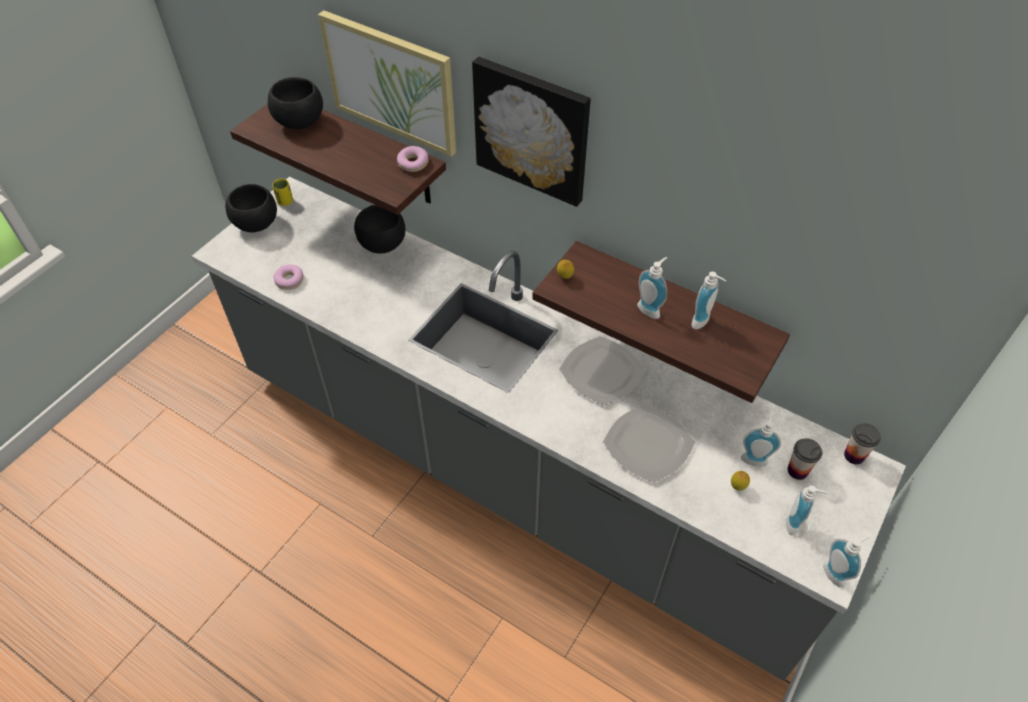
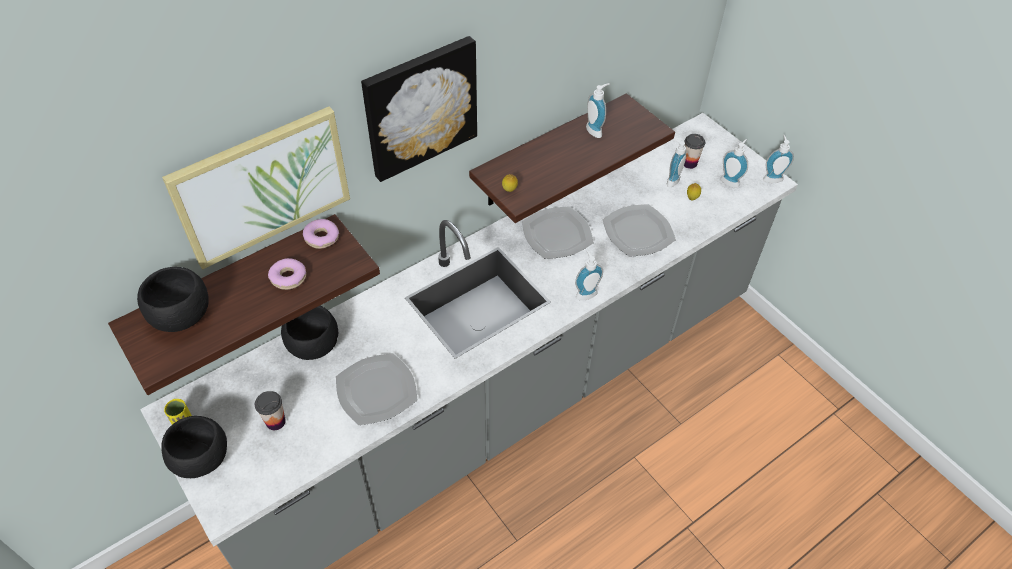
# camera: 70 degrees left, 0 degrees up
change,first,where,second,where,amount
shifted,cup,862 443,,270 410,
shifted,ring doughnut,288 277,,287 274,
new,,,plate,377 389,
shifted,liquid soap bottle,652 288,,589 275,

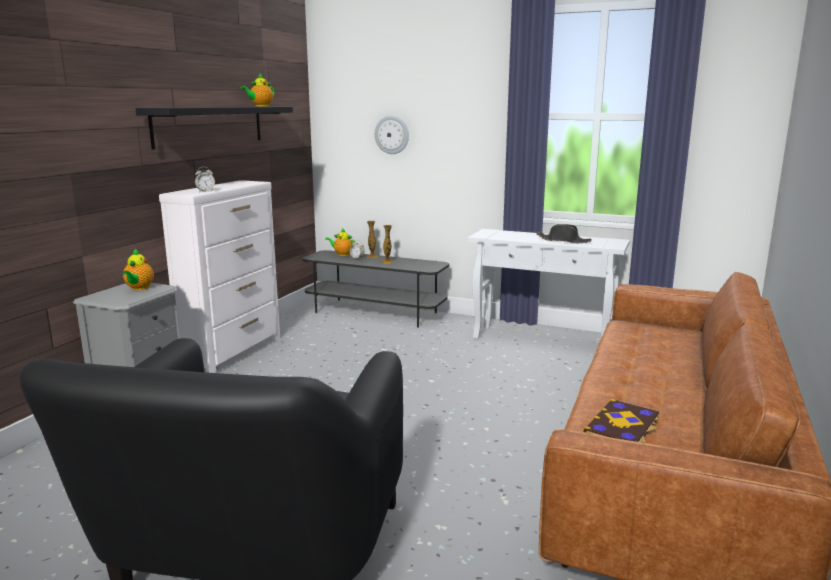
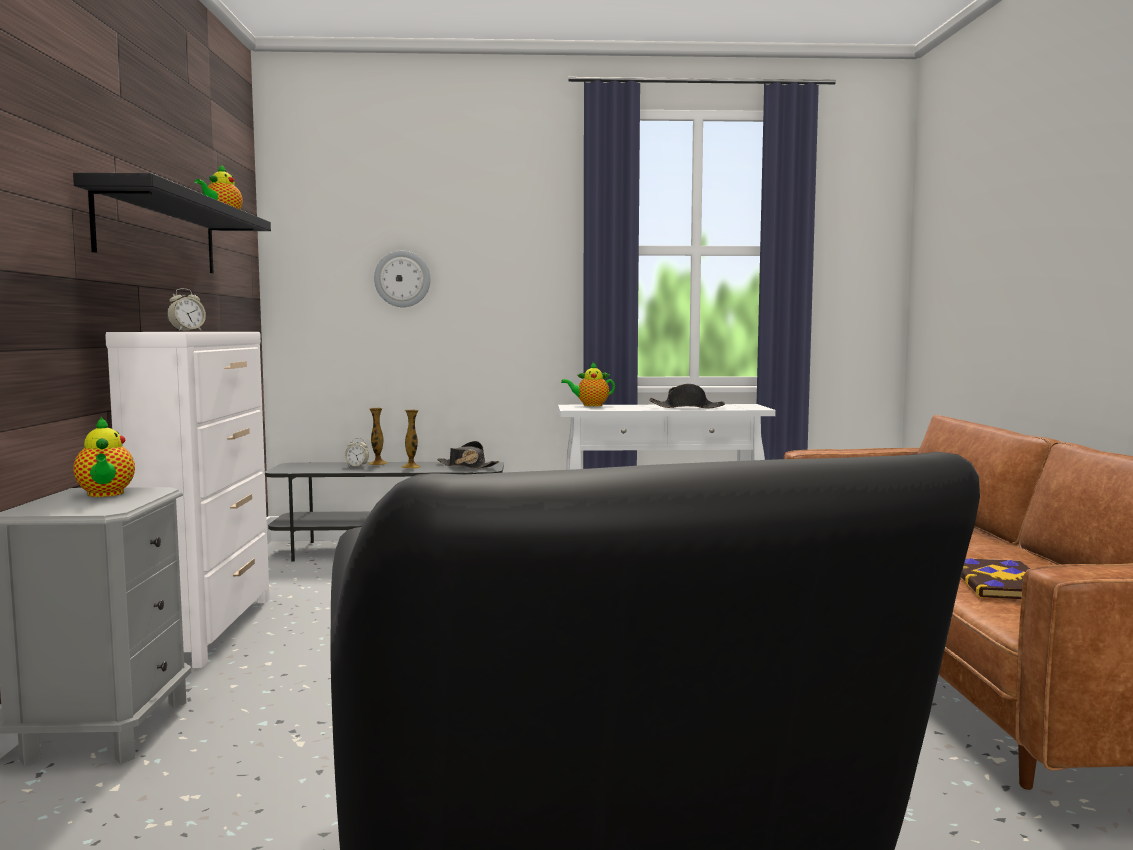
# camera: 25 degrees left, 10 degrees down
change,first,where,second,where,amount
new,,,black clothing hat,468 455,
shifted,pot for tea,340 242,,588 384,

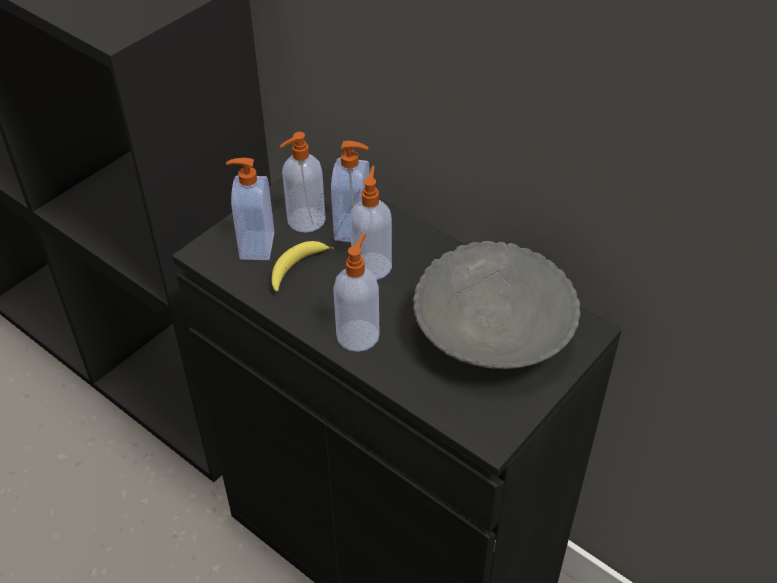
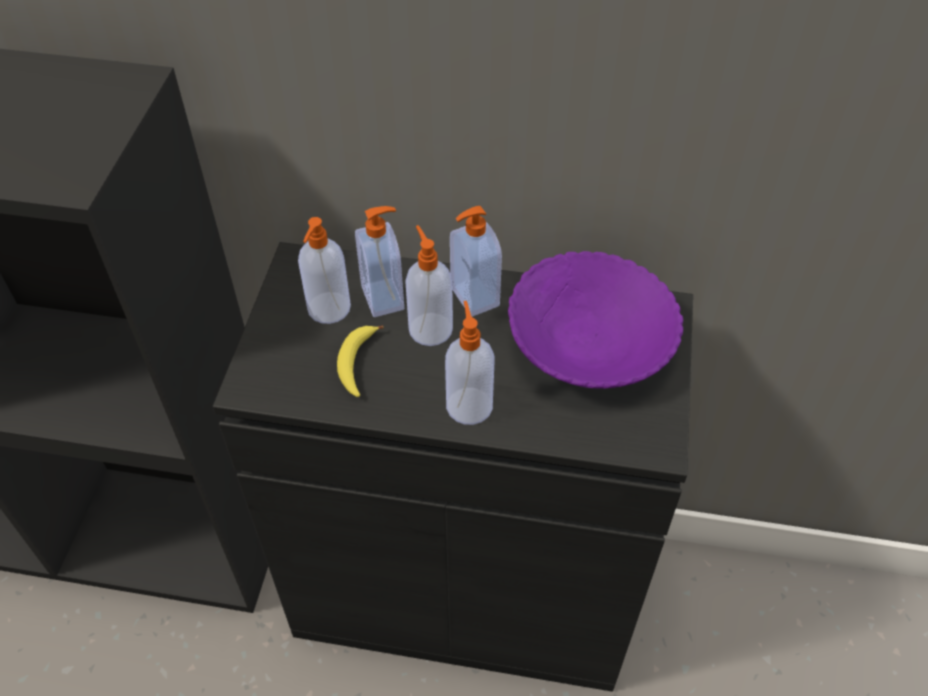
# camera: 30 degrees left, 5 degrees up
change,first,where,second,where,amount
shifted,liquid soap bottle,250 209,,476 261,
repainted,greyish serving bowl,497 305,purplish serving bowl,595 320,

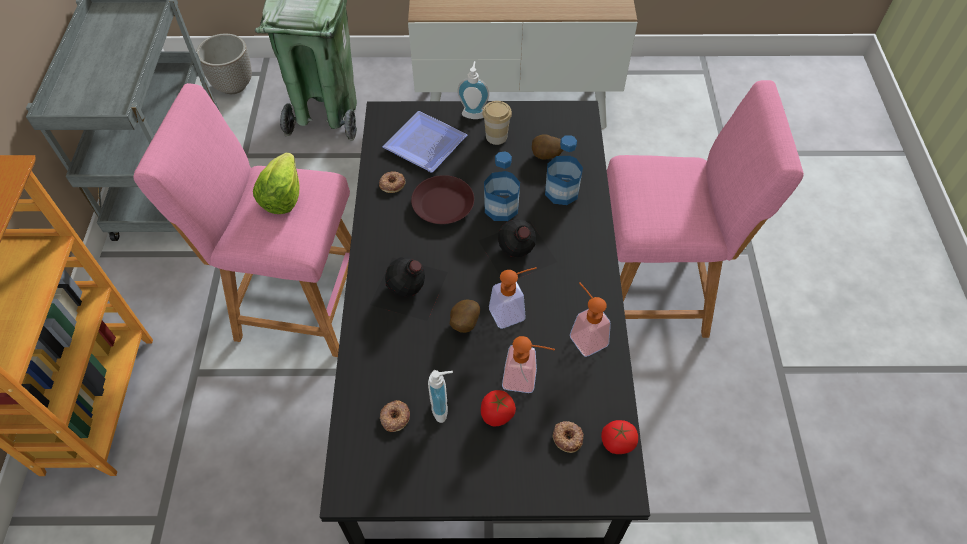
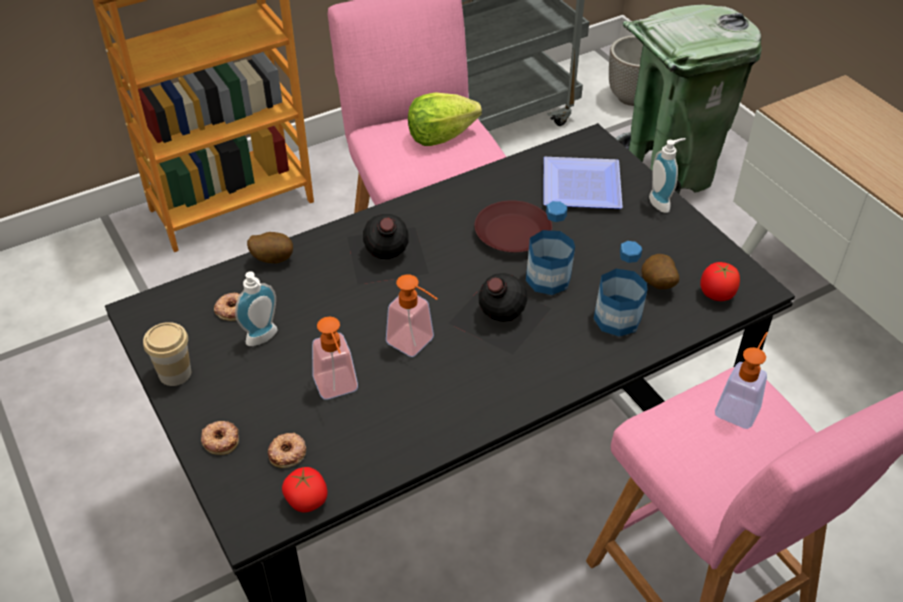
# camera: 60 degrees right, 10 degrees down
change,first,where,second,where,amount
shifted,cup,497 123,,167 354,
shifted,ring doughnut,392 182,,220 438,
shifted,whole potato,465 316,,270 247,
shifted,fresh tomato,498 408,,720 281,
shifted,liquid soap bottle,590 319,,741 380,

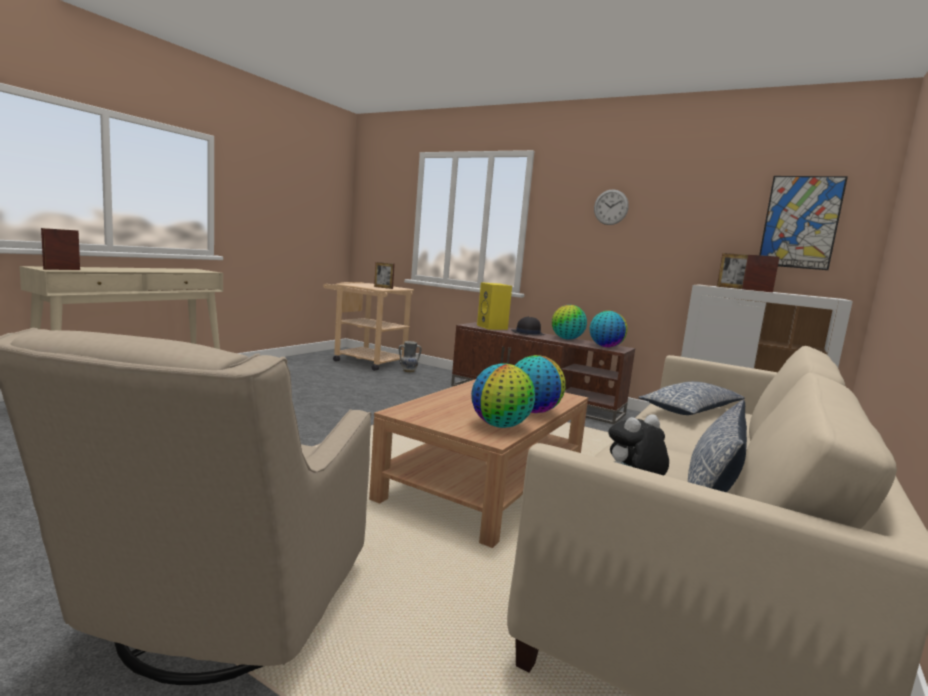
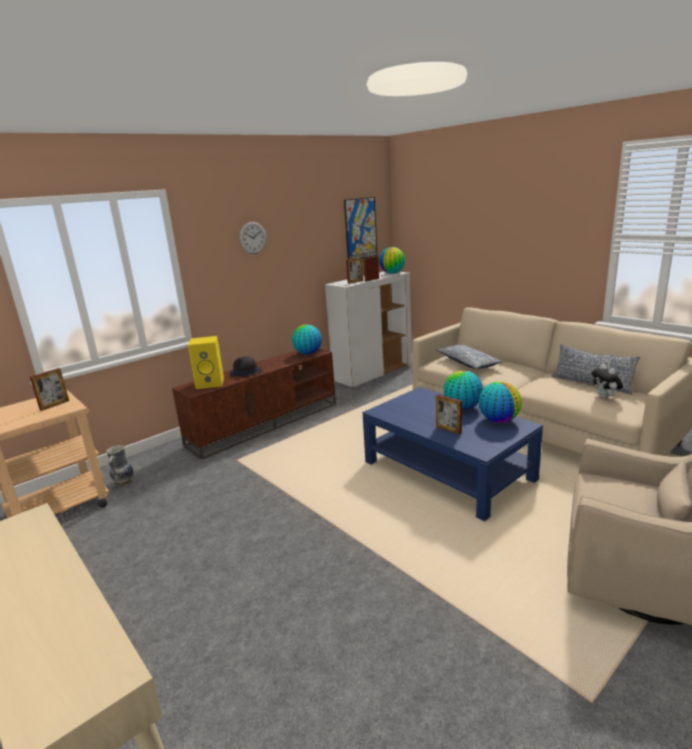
# camera: 70 degrees left, 10 degrees up
change,first,where,second,where,amount
repainted,brown lounge table,478 463,blue-coloured lounge table,452 454,
shifted,desk globe,569 322,,392 260,
shifted,picture frame,60 249,,449 414,

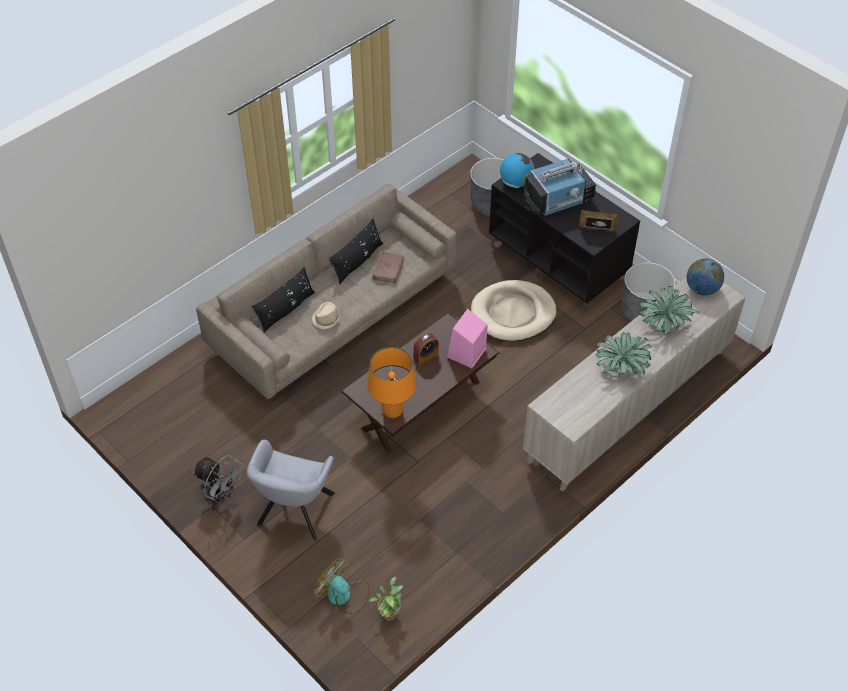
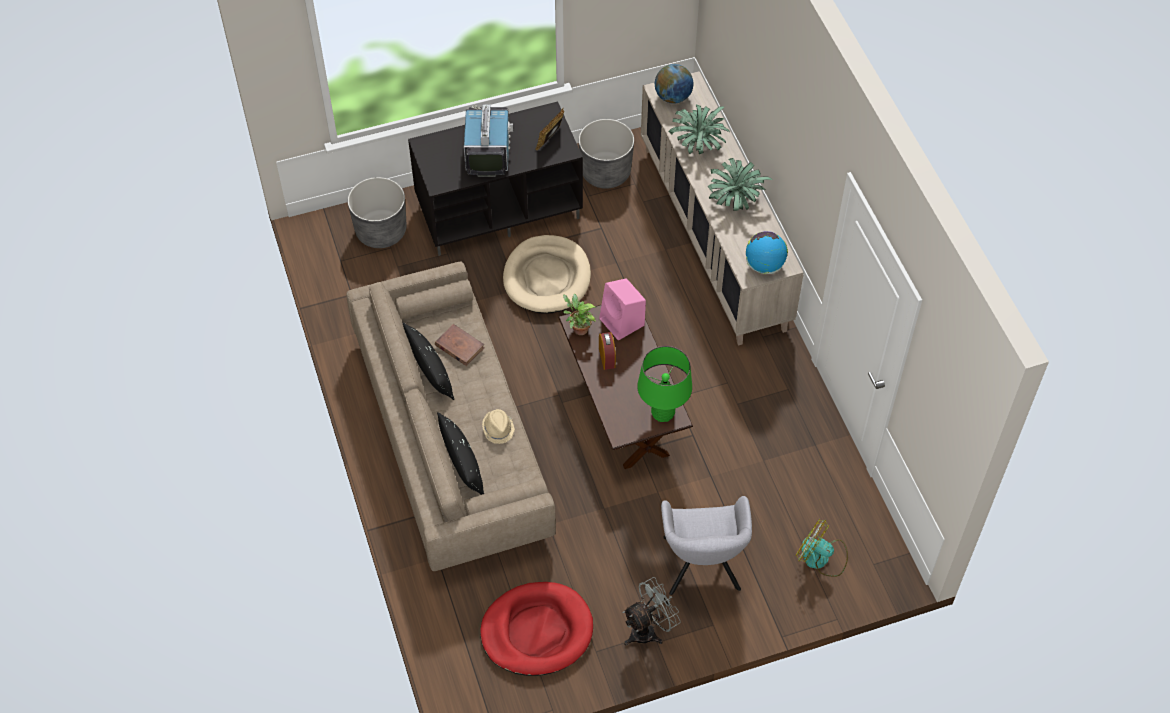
# camera: 65 degrees left, 5 degrees up
change,first,where,second,where,amount
new,,,red-coloured dog cushion,536 629,
shifted,houseplant,386 599,,579 314,
repainted,orange table lamp,391 382,green table lamp,664 384,
rotated,greyish armchair,291 490,,706 545,45 degrees clockwise
shifted,desk globe,517 170,,767 252,
rotated,fan,341 586,,822 548,60 degrees clockwise

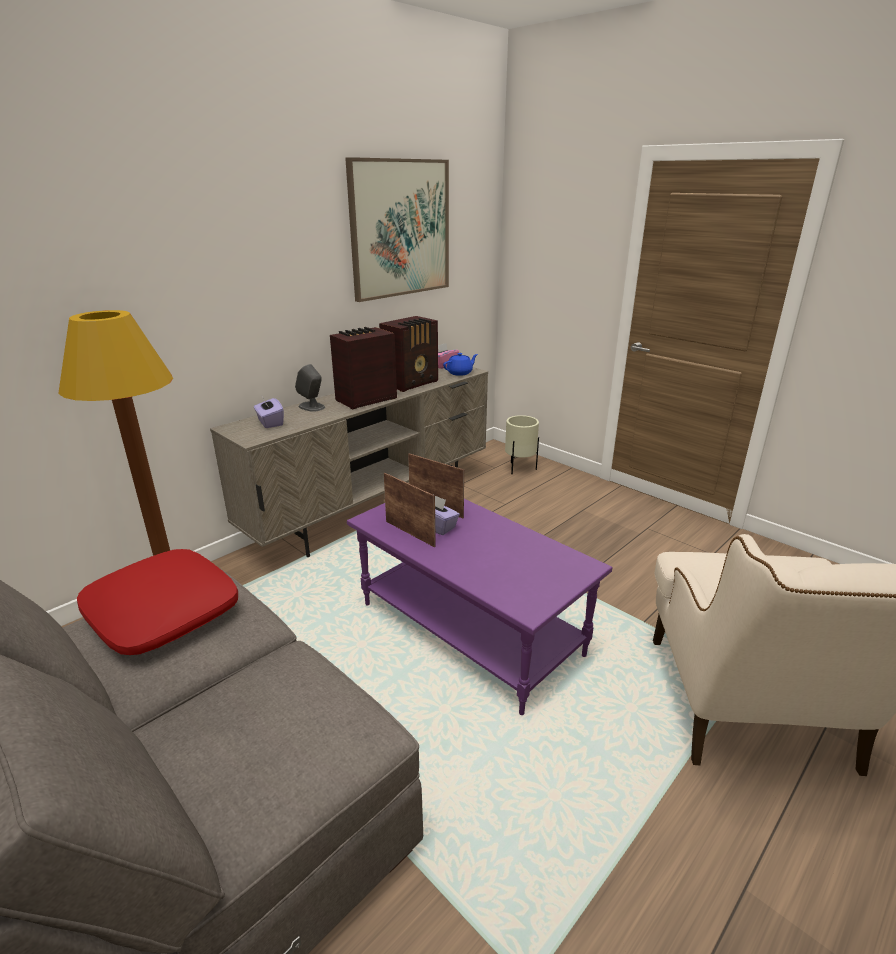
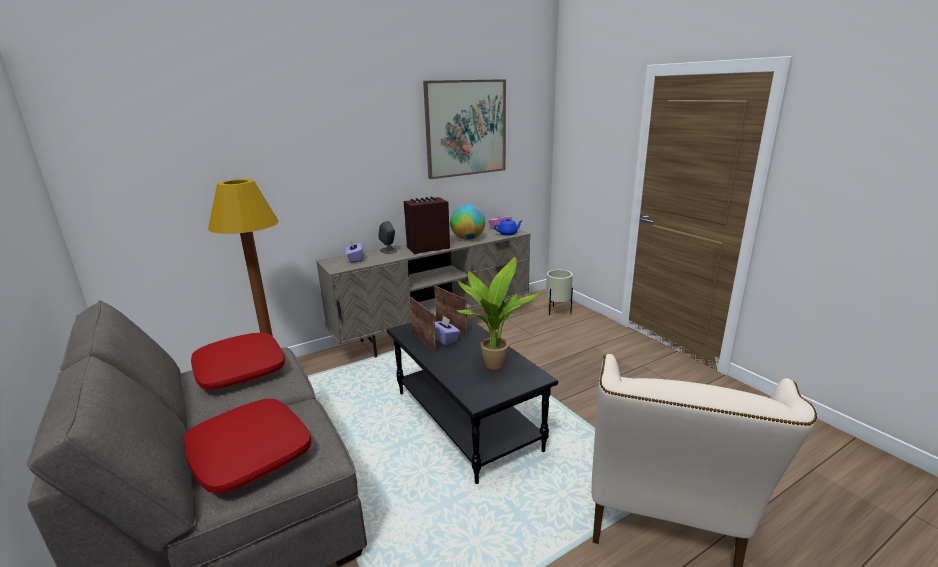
# camera: 15 degrees right, 5 degrees down
change,first,where,second,where,amount
new,,,red-coloured throw pillow,247 446,
repainted,purplish lounge table,480 607,black lounge table,472 400,
swapped,radio receiver,408 354,desk globe,467 222,
new,,,houseplant,498 314,

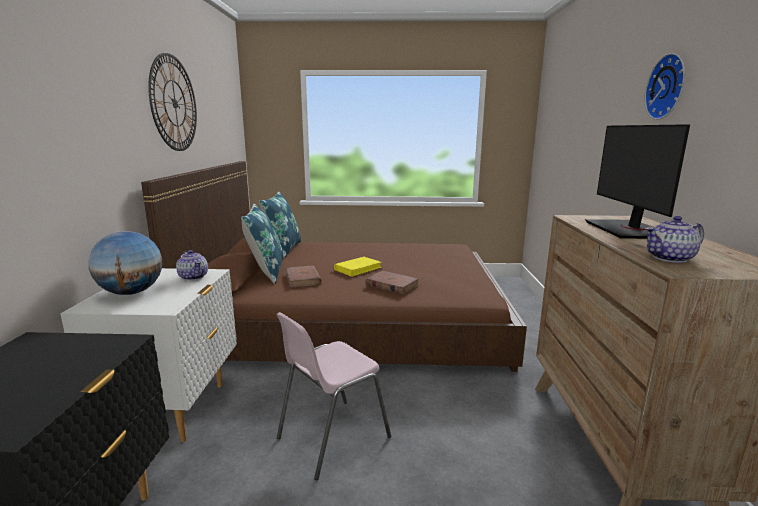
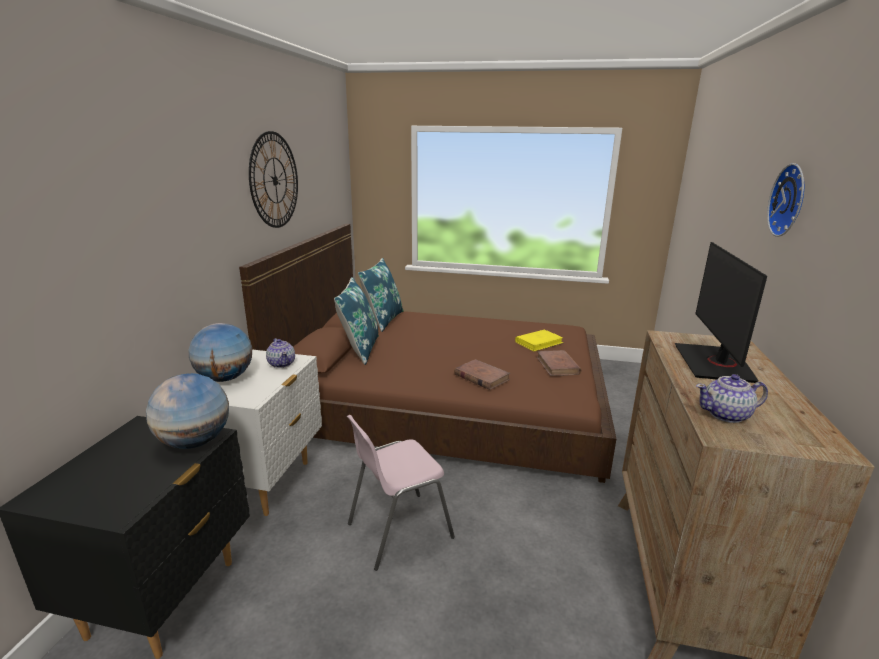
# camera: 10 degrees right, 5 degrees up
change,first,where,second,where,amount
new,,,desk globe,187 411,
shifted,yellow volume,358 267,,539 340,
shifted,brown volume,304 276,,559 363,

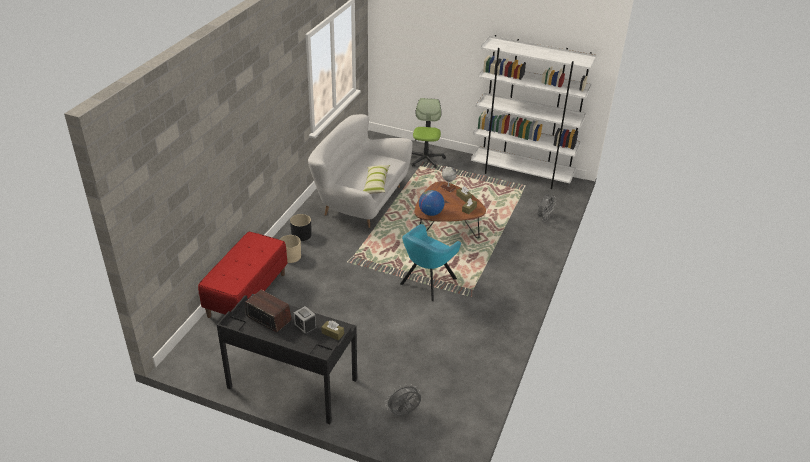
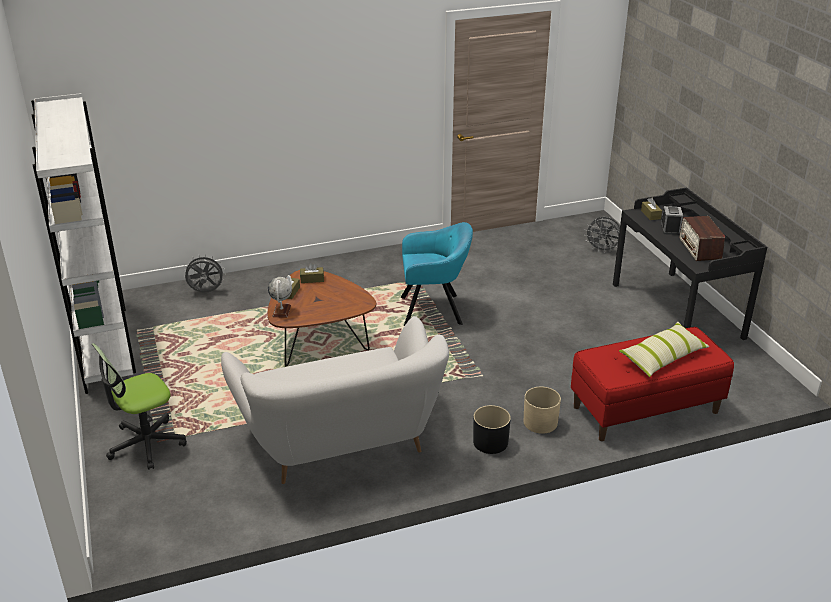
# camera: 130 degrees left, 5 degrees down
change,first,where,second,where,amount
shifted,throw pillow,376 179,,664 349,
gone,desk globe,432 203,,,

